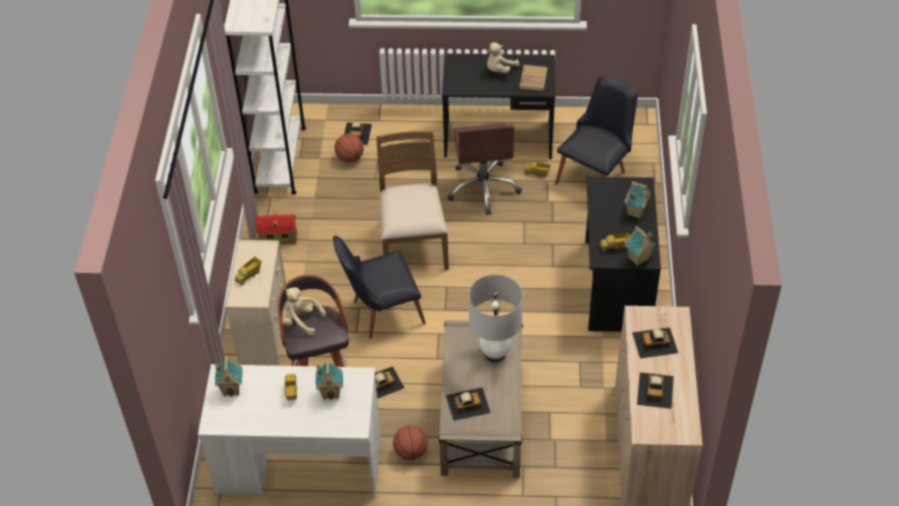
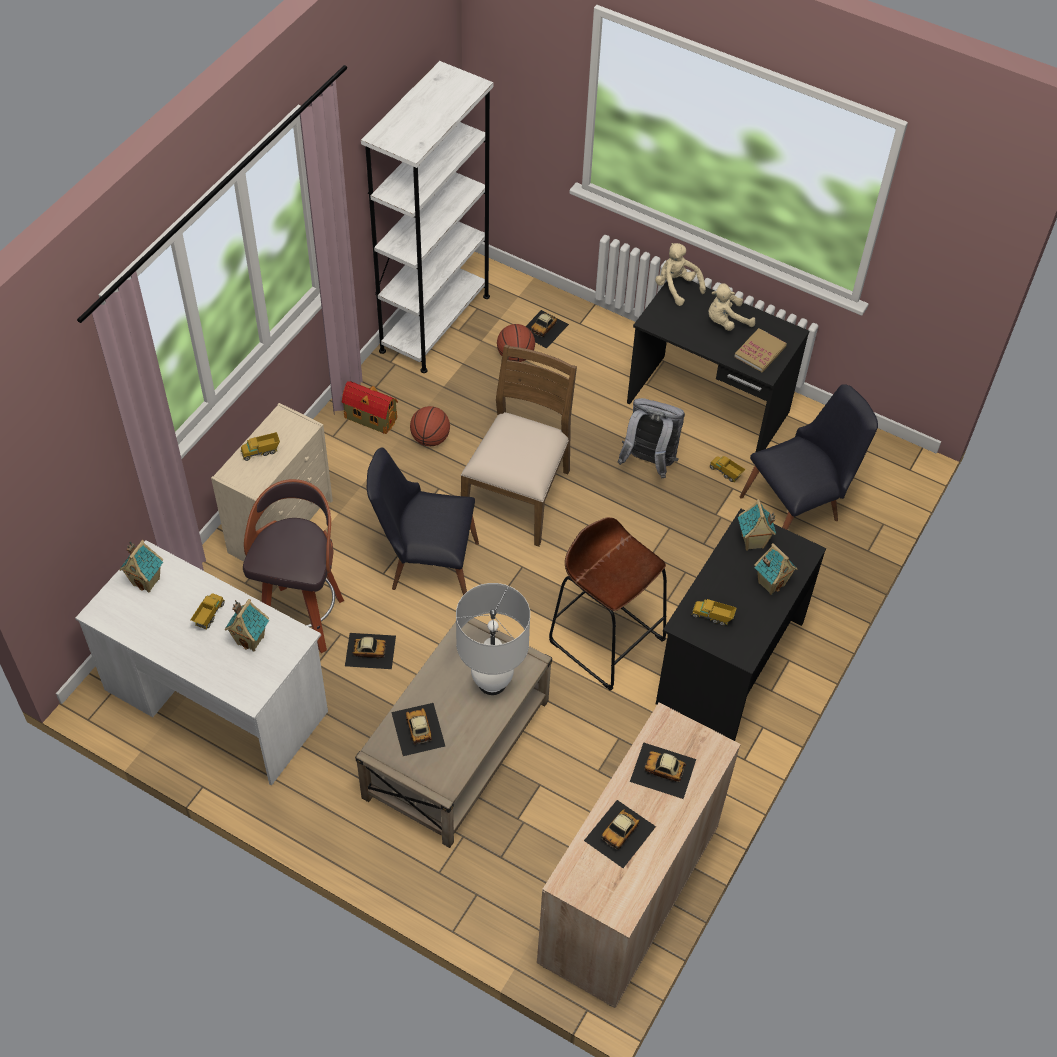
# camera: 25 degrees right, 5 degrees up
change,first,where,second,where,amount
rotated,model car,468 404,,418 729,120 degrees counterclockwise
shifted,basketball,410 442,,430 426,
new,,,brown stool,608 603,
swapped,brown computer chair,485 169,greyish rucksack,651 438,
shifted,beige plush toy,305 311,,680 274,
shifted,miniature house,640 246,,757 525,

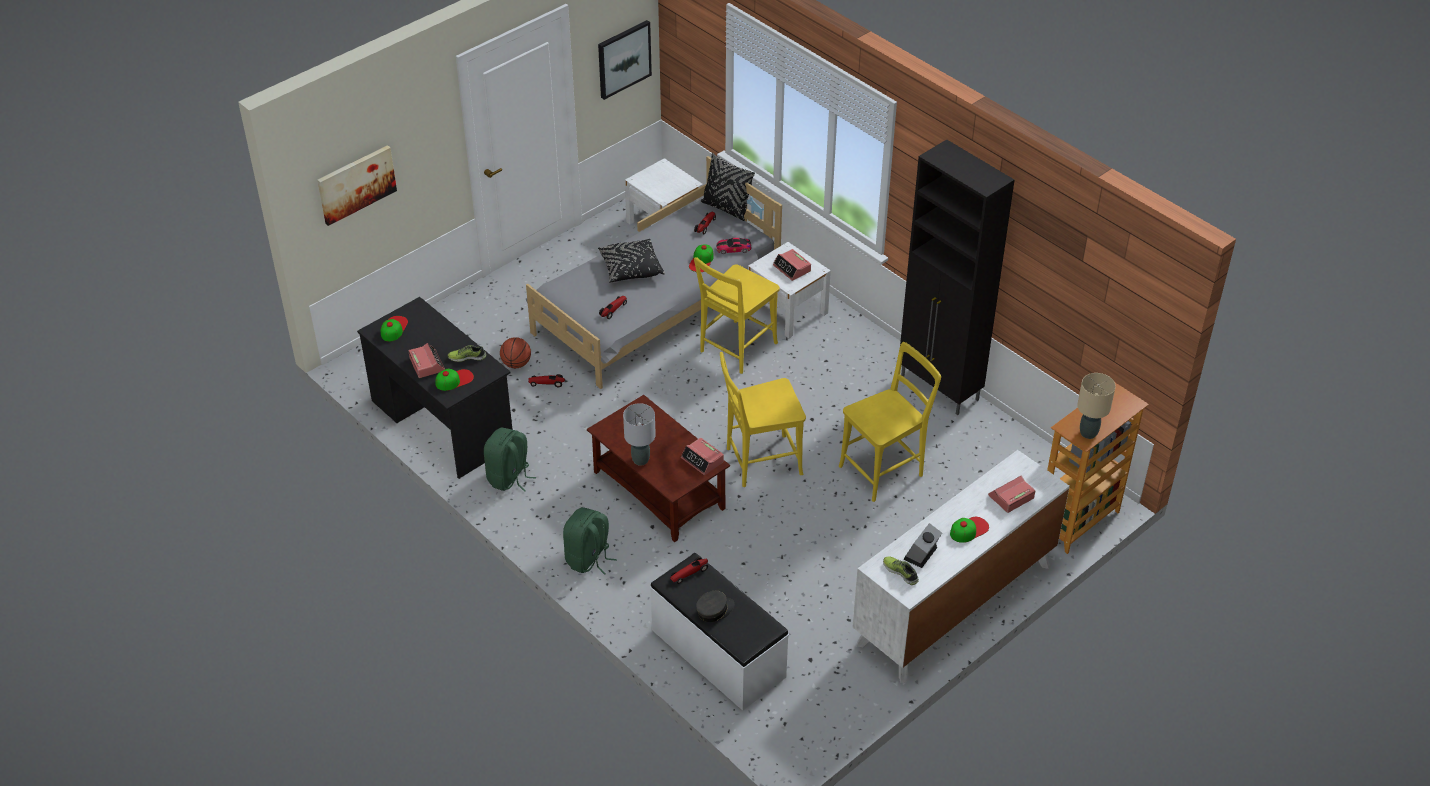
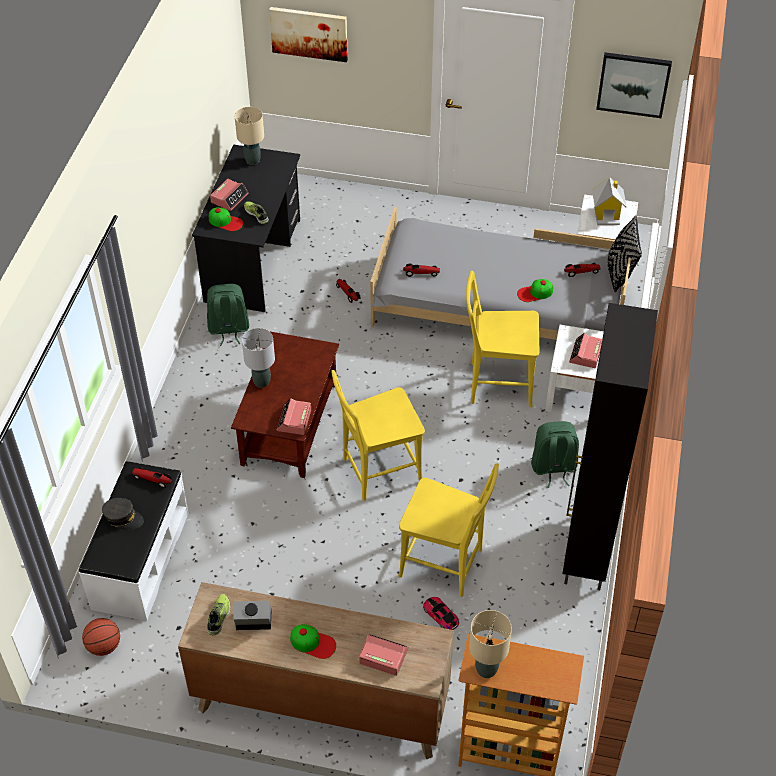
# camera: 55 degrees right, 5 degrees up
change,first,where,second,where,amount
shifted,basketball,515 352,,101 637,
repainted,whitish dresser,961 566,brown dresser,316 670,
swapped,baseball cap,394 329,beige table lamp,249 136,
rotated,yellow chair,763 419,,378 435,60 degrees counterclockwise
shifted,model car,733 246,,441 613,
shifted,green rucksack,590 541,,555 454,
new,,,miniature house,609 201,
gone,black throw pillow,631 261,,,

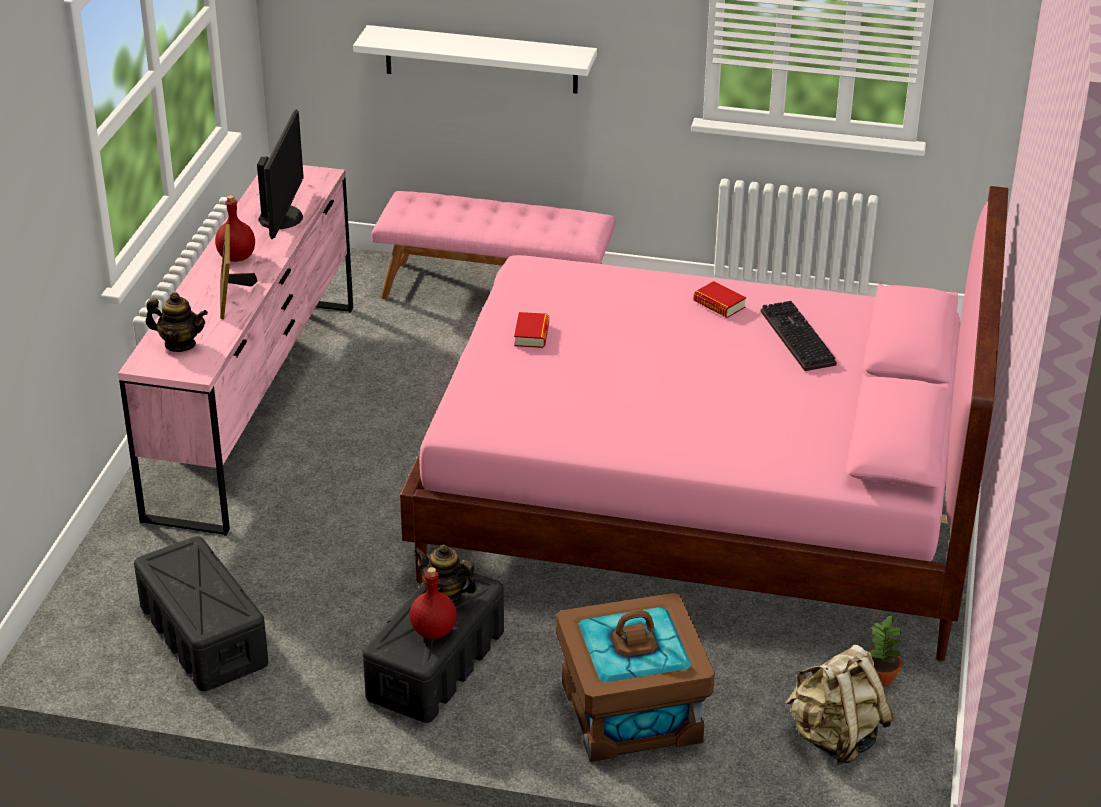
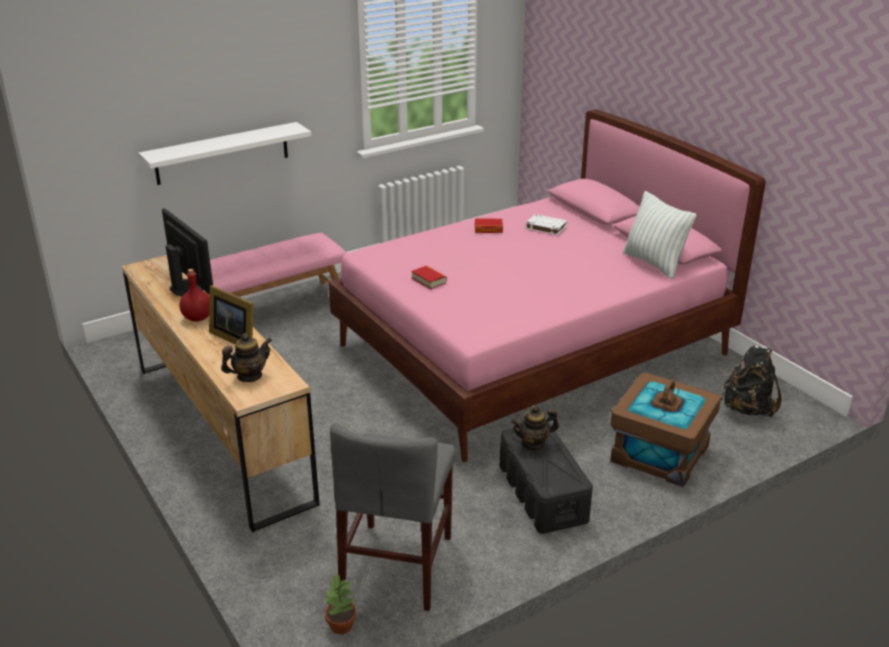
# camera: 45 degrees left, 5 degrees down
change,first,where,second,where,amount
repainted,pinkish dresser,235 350,brown dresser,221 393,
shifted,houseplant,885 650,,340 603,
swapped,black storage container,201 613,greyish chair,393 517,
swapped,keyboard,799 336,whitish volume,546 224,
new,,,throw pillow,660 235,
repainted,beige rucksack,840 705,black rucksack,751 381,
gone,red-coloured drink bottle,433 603,,,

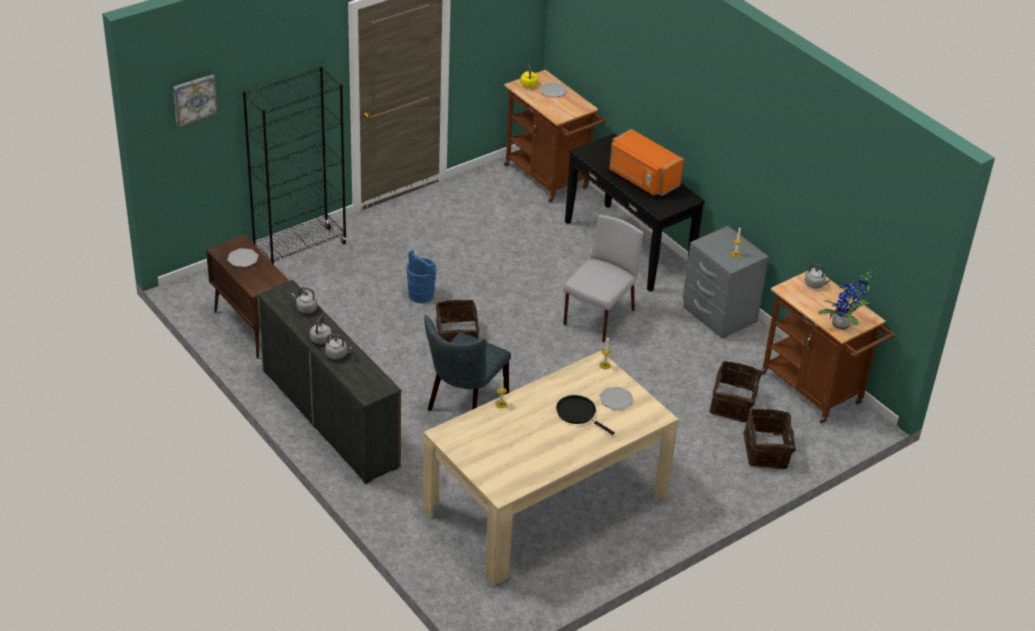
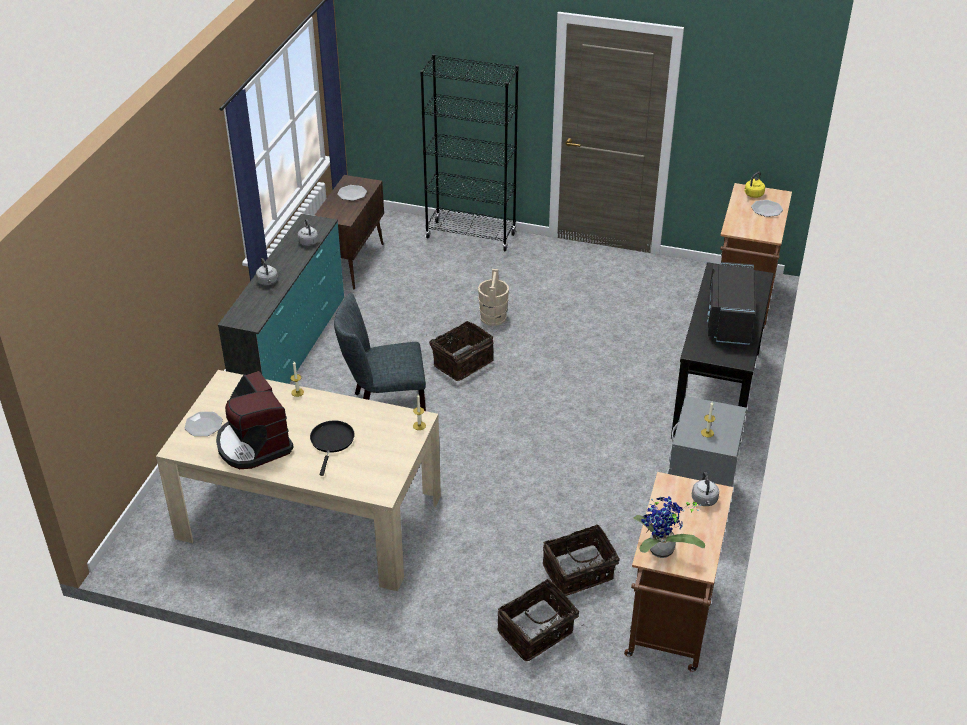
# camera: 55 degrees right, 0 degrees up
change,first,where,second,where,amount
shifted,plate,616 398,,204 424,
new,,,coffee brewer,254 420,
repainted,brown dresser,329 382,turquoise dresser,281 298,
repainted,blue-coloured water bucket,421 276,beige water bucket,493 297,
repainted,orange kitchen microwave,646 162,black kitchen microwave,731 303,
gone,wall art,195 101,,,
gone,greyish water kettle,321 330,,,
gone,greyish chair,603 278,,,

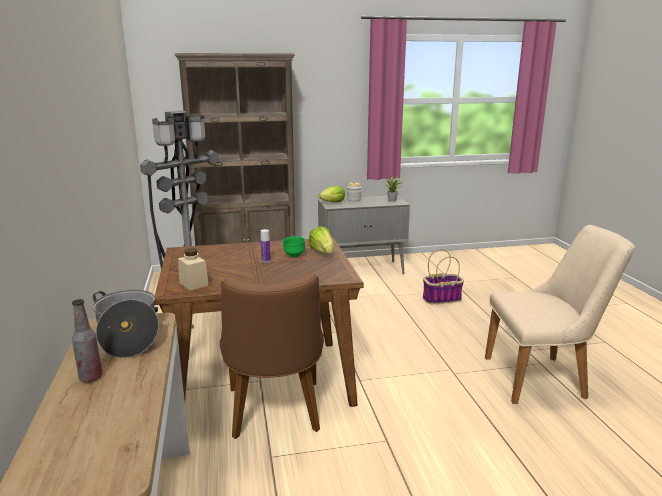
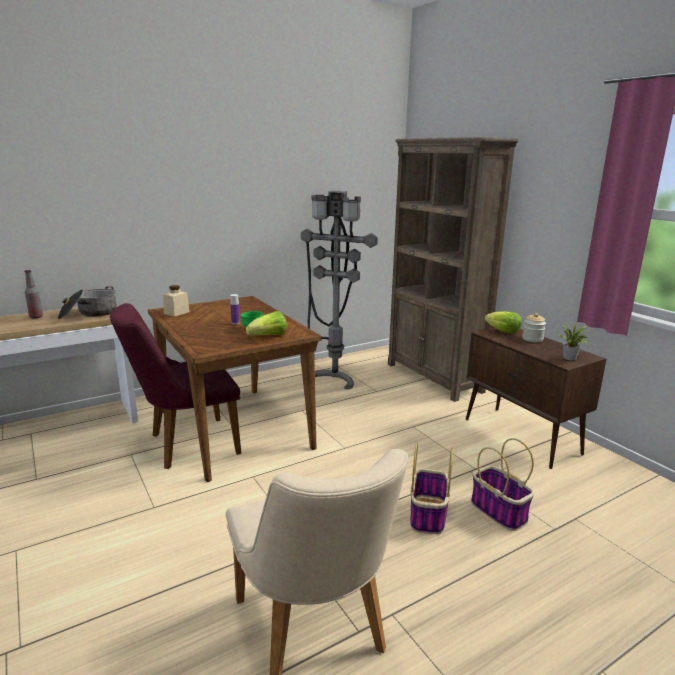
# camera: 70 degrees right, 0 degrees up
change,first,where,second,where,amount
repainted,brown chair,272 356,purplish chair,175 386,
new,,,storage basket,431 488,
repainted,greyish cabinet,364 234,brown cabinet,536 398,

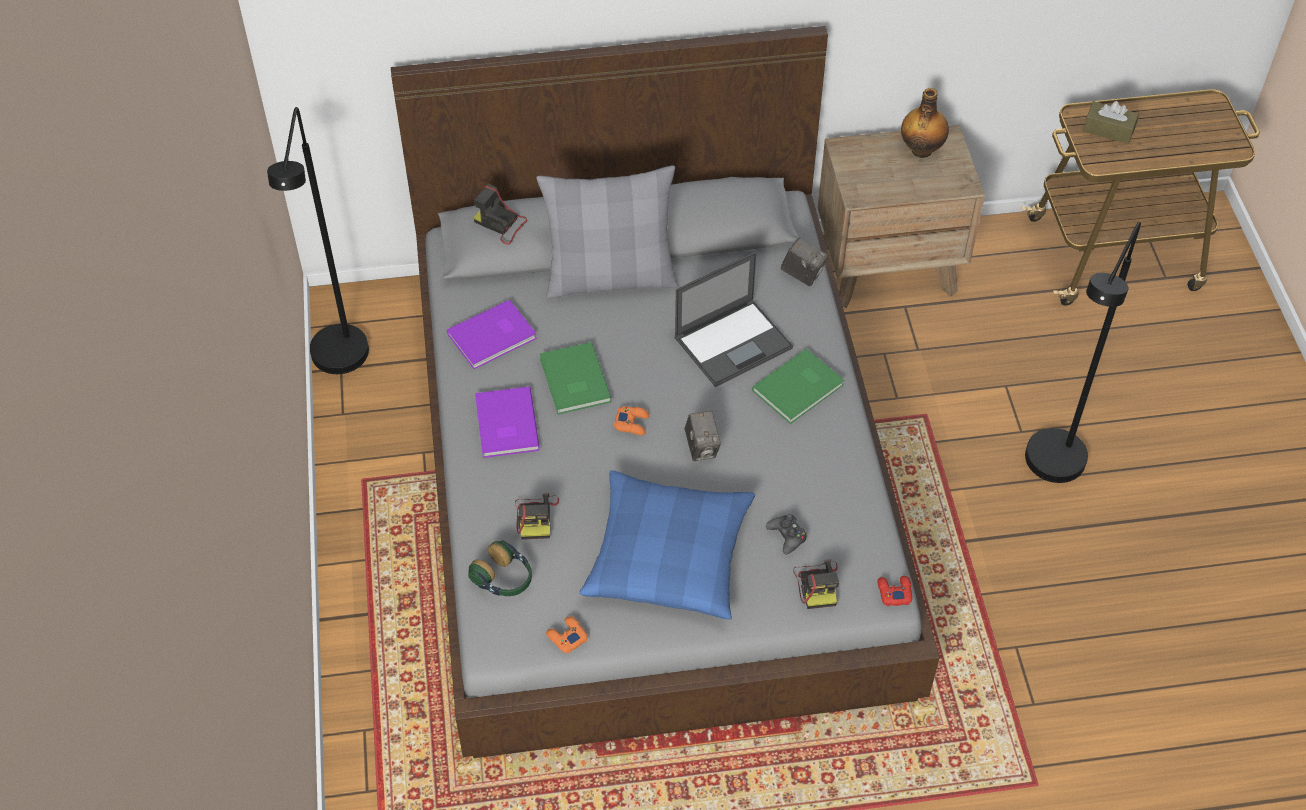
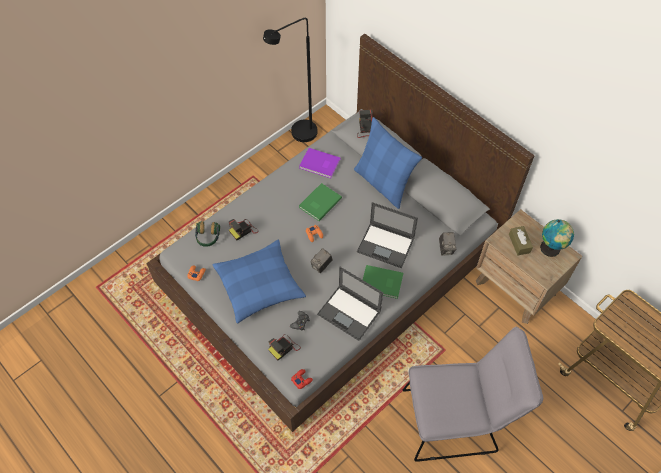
# camera: 55 degrees right, 5 degrees up
change,first,where,second,where,amount
new,,,portable computer,350 304,
repainted,greyish throw pillow,607 232,blue-coloured throw pillow,388 163,
swapped,black standing lamp,1083 352,greyish chair,473 394,
shifted,brown tissue box,1111 122,,521 240,
swapped,drink bottle,925 123,desk globe,557 238,
gone,purplish volume,507 422,,,

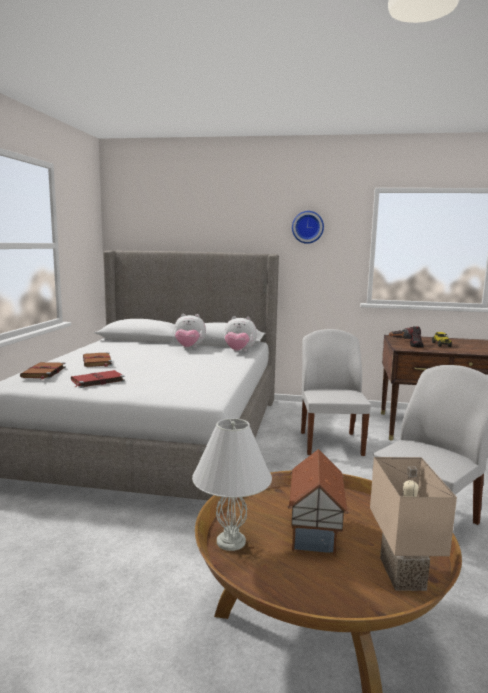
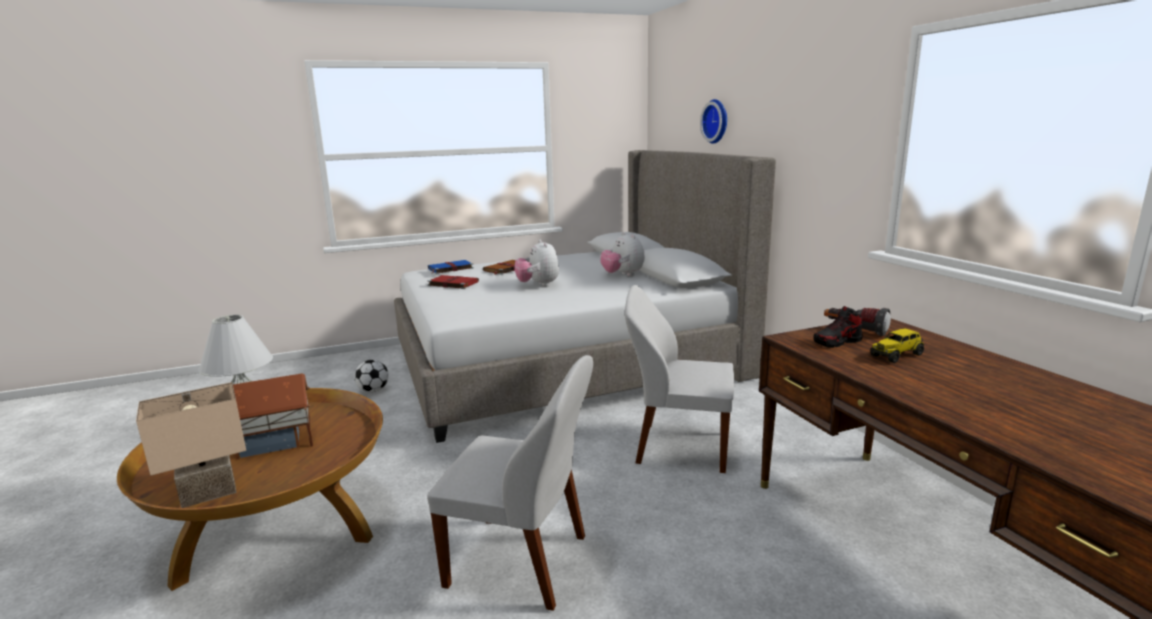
# camera: 60 degrees right, 5 degrees up
change,first,where,second,where,amount
new,,,football,371 376,
repainted,brown volume,43 370,blue-coloured volume,451 267,
shifted,plush toy,240 334,,536 263,
rotated,whitish chair,336 392,,679 379,135 degrees counterclockwise
shifted,hanging clock,308 227,,713 121,

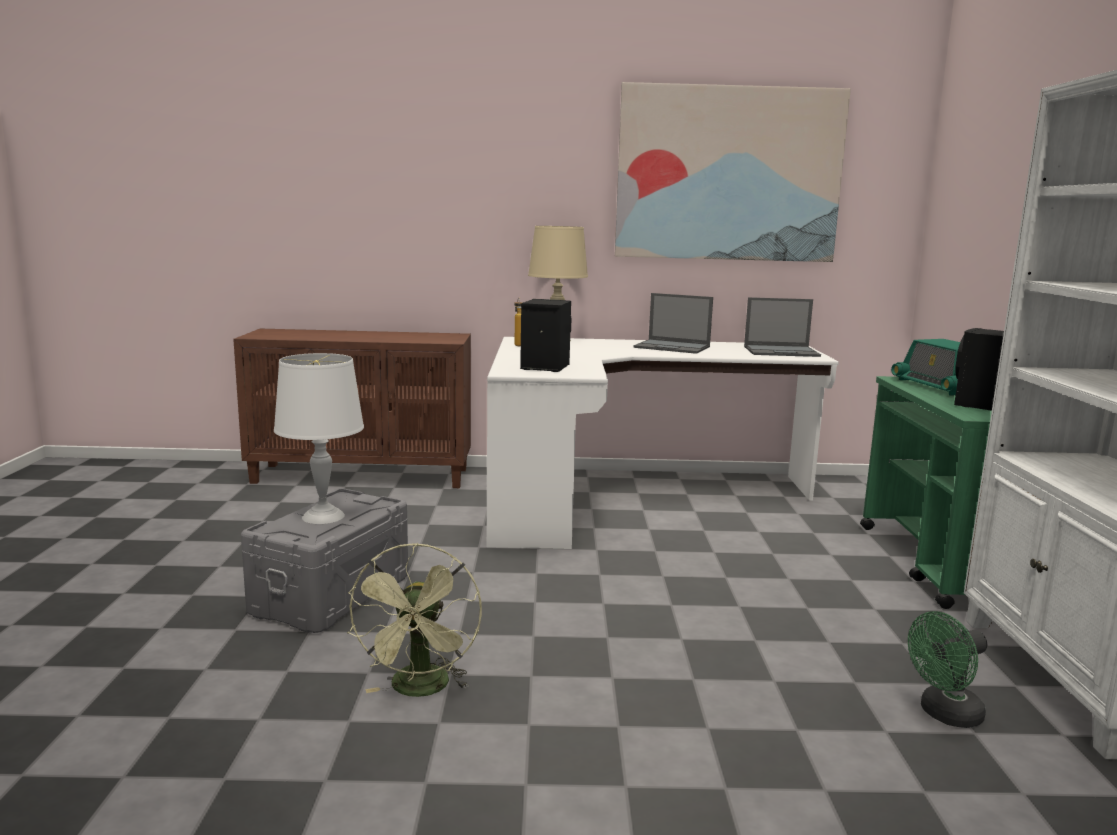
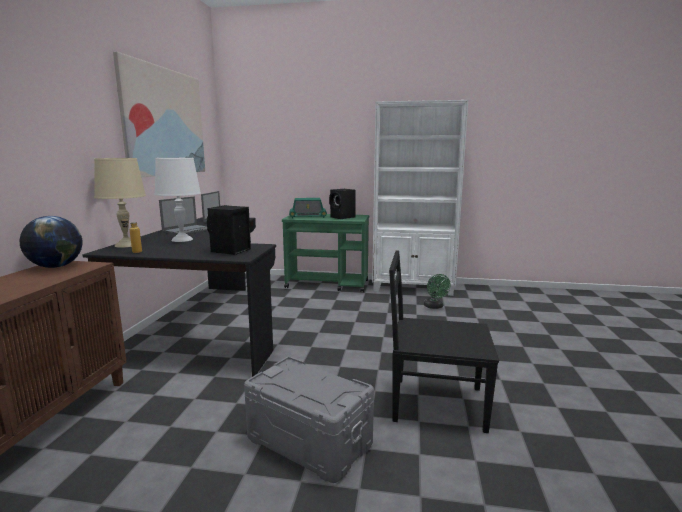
# camera: 80 degrees left, 0 degrees up
change,first,where,second,where,amount
new,,,desk globe,51 242,
repainted,whitish desk,663 443,black desk,179 297,
shifted,whitish table lamp,319 438,,177 200,
swapped,green fan,414 620,black chair,444 341,

